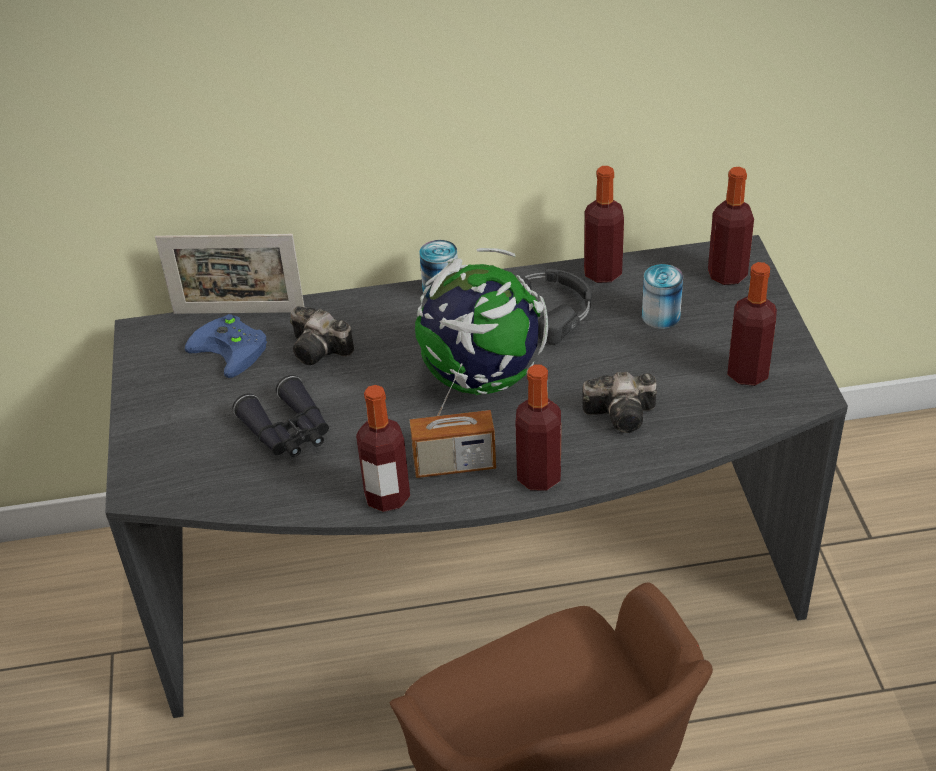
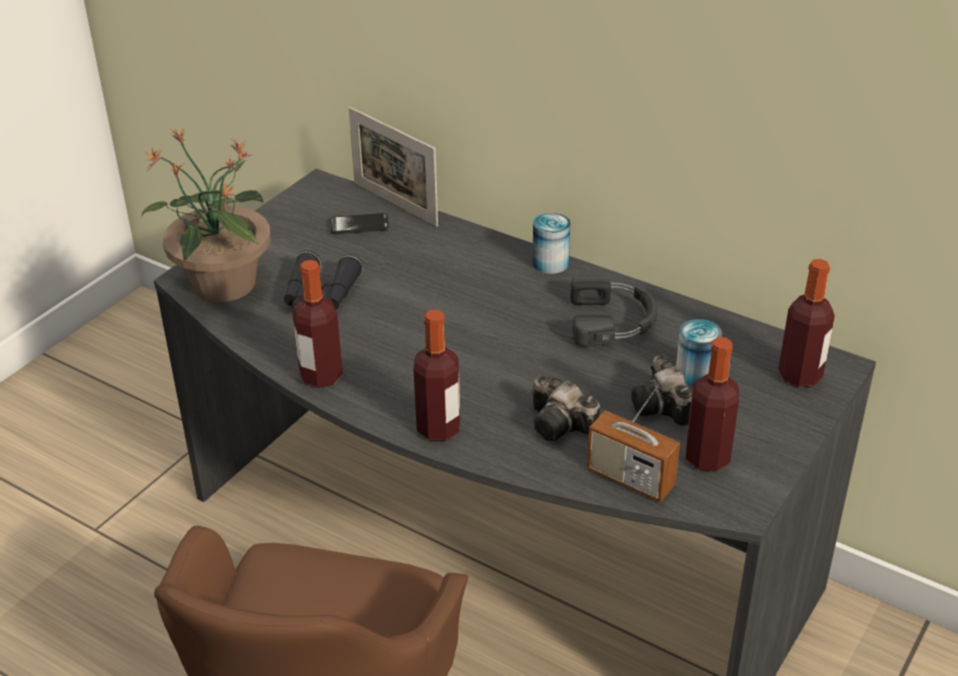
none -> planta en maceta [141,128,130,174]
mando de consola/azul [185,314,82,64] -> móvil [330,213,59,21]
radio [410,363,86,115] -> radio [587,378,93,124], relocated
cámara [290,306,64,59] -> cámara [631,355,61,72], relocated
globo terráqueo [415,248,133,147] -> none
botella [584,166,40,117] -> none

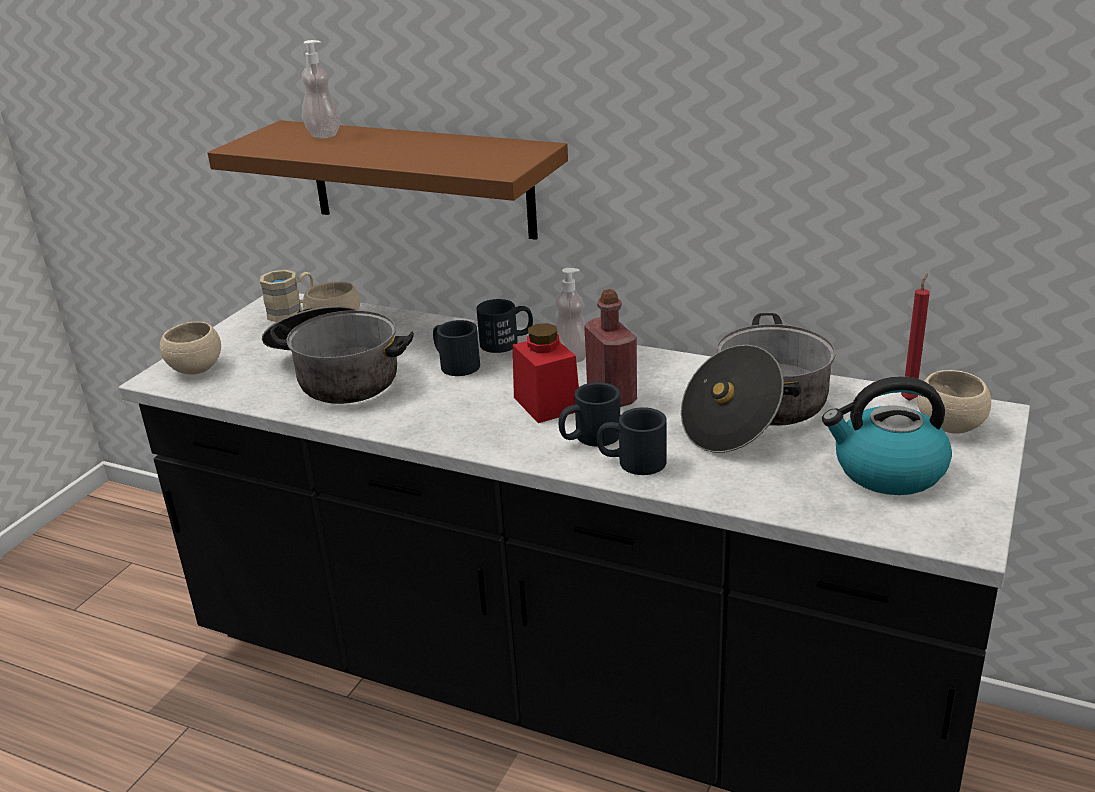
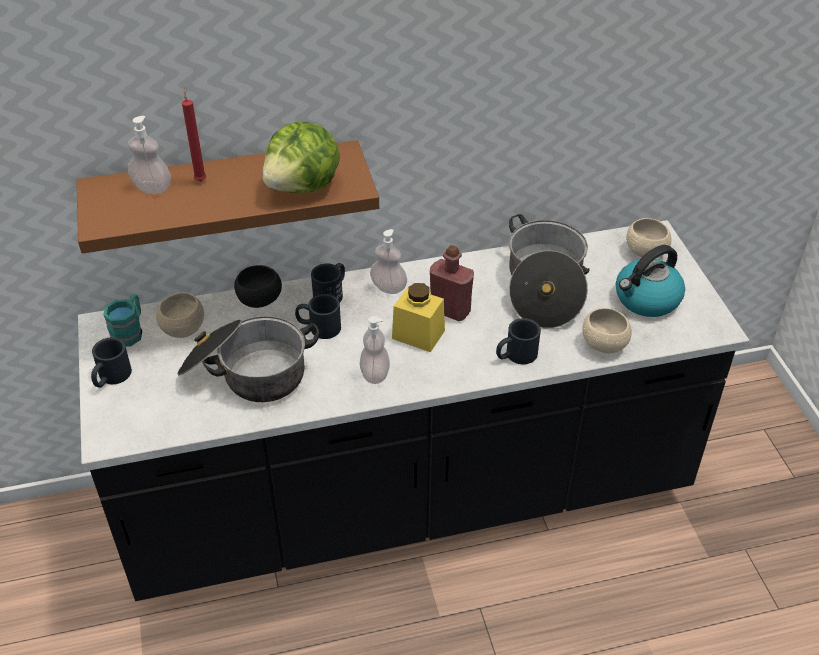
taza grande/negro [559,382,61,65] -> taza grande/negro [91,337,41,51], relocated
taza grande/beis [260,270,54,52] -> taza grande/turquesa [103,294,39,53]
vela/rojo [901,273,29,128] -> vela/rojo [182,87,24,94], relocated
none -> cuenco/negro [234,265,48,43]
none -> lechuga [262,121,78,72]
none -> dispensador de jabón [360,316,30,68]
tarro/rojo [513,323,66,100] -> tarro/amarillo [392,283,53,69]
cuenco/beis [160,322,61,53] -> cuenco/beis [582,308,50,45], relocated

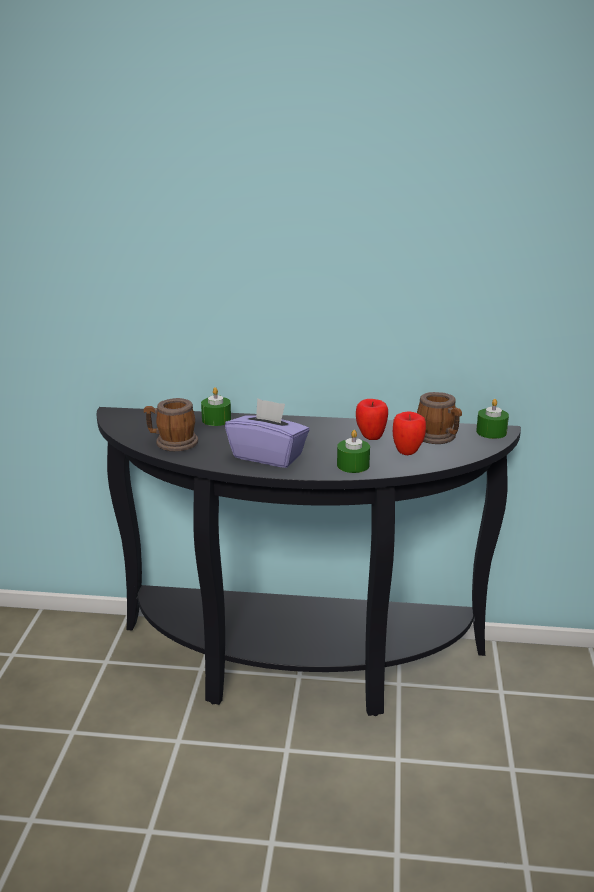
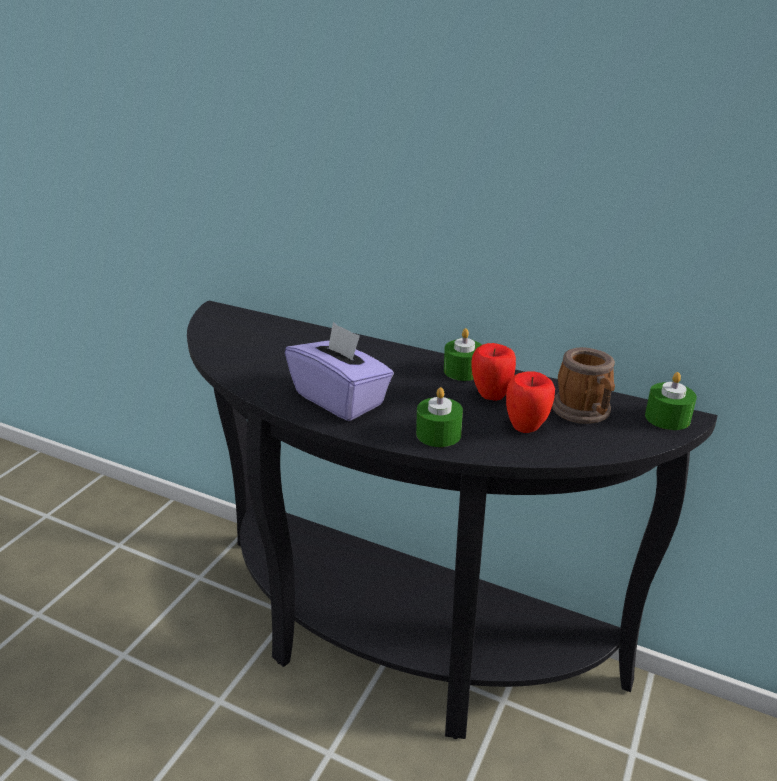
vela/verde [201,387,30,39] -> vela/verde [444,328,38,53], relocated
taza grande [144,398,54,53] -> none

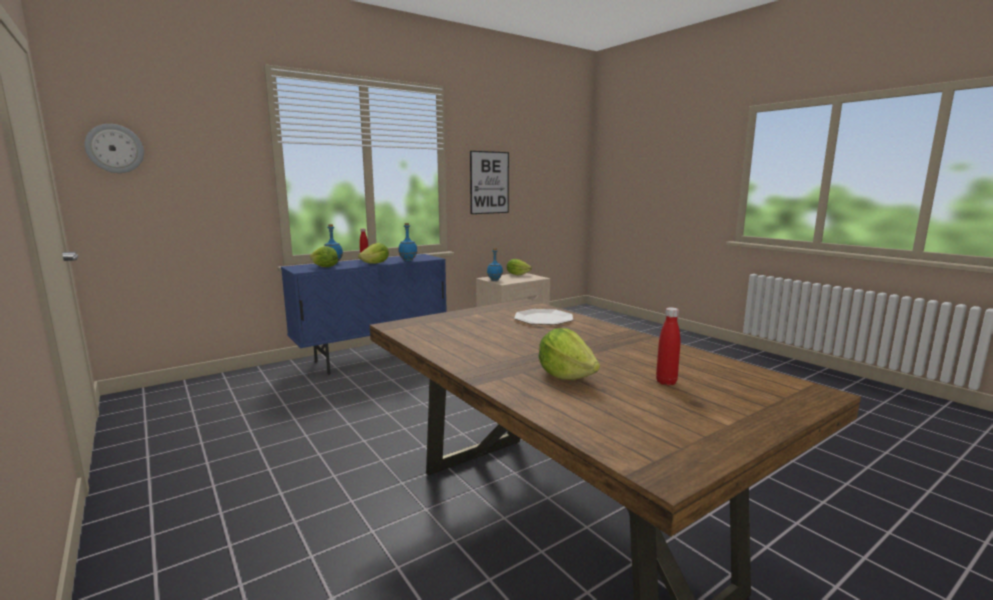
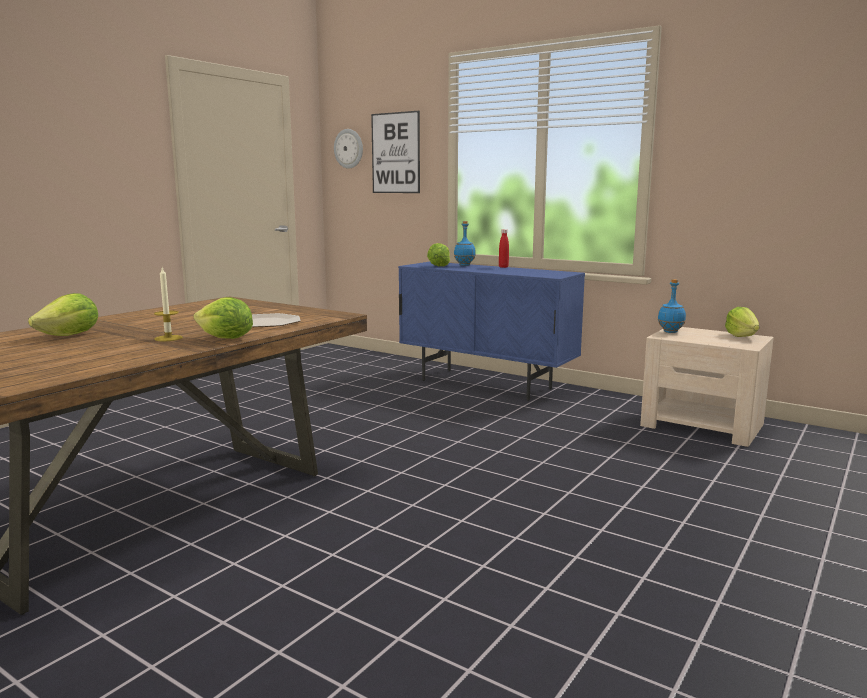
none -> vela [154,268,29,73]
lechuga [358,243,31,21] -> lechuga [194,297,59,42], relocated
cuadro [470,151,39,63] -> cuadro [371,111,49,82], relocated
botella/azul [398,223,20,38] -> none
botella/rojo [656,307,24,78] -> none

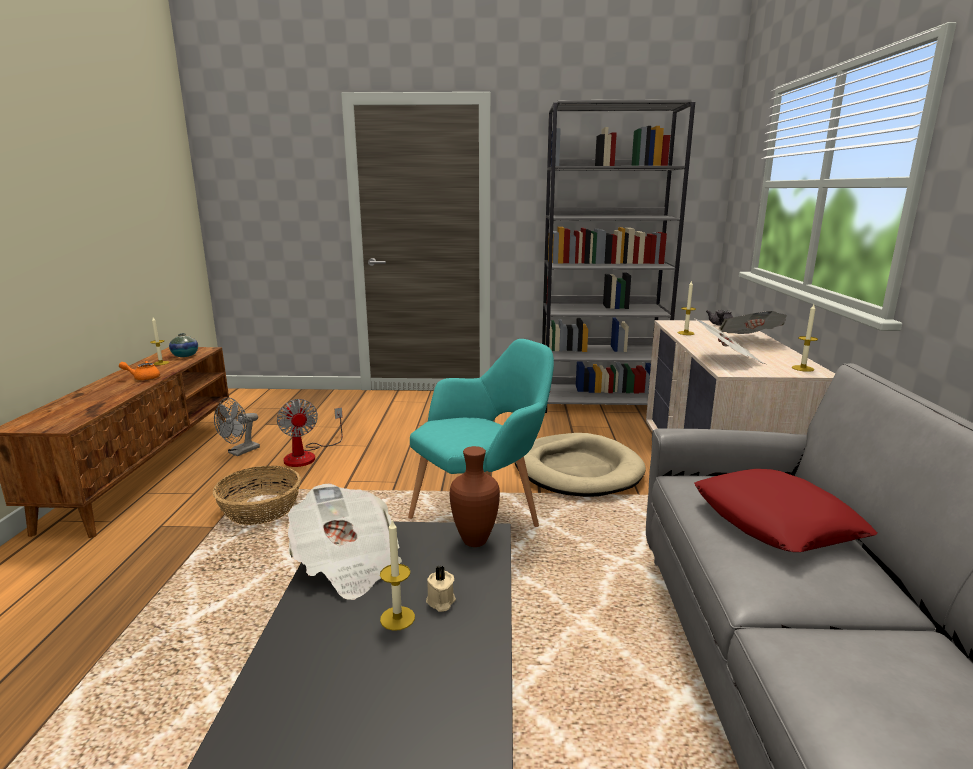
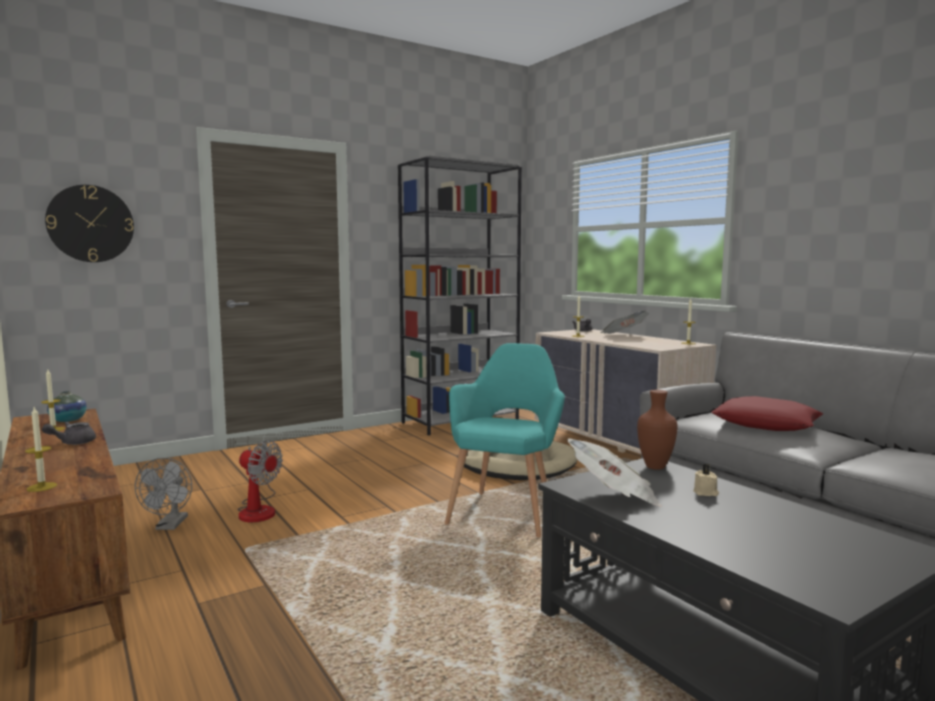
vela [380,520,35,111] -> vela [25,407,32,85], relocated
tetera/naranja [119,361,41,19] -> tetera/gris [42,422,54,23]
none -> reloj de pared [45,185,89,77]
cesta [213,466,88,59] -> none
periódico [693,318,72,46] -> none

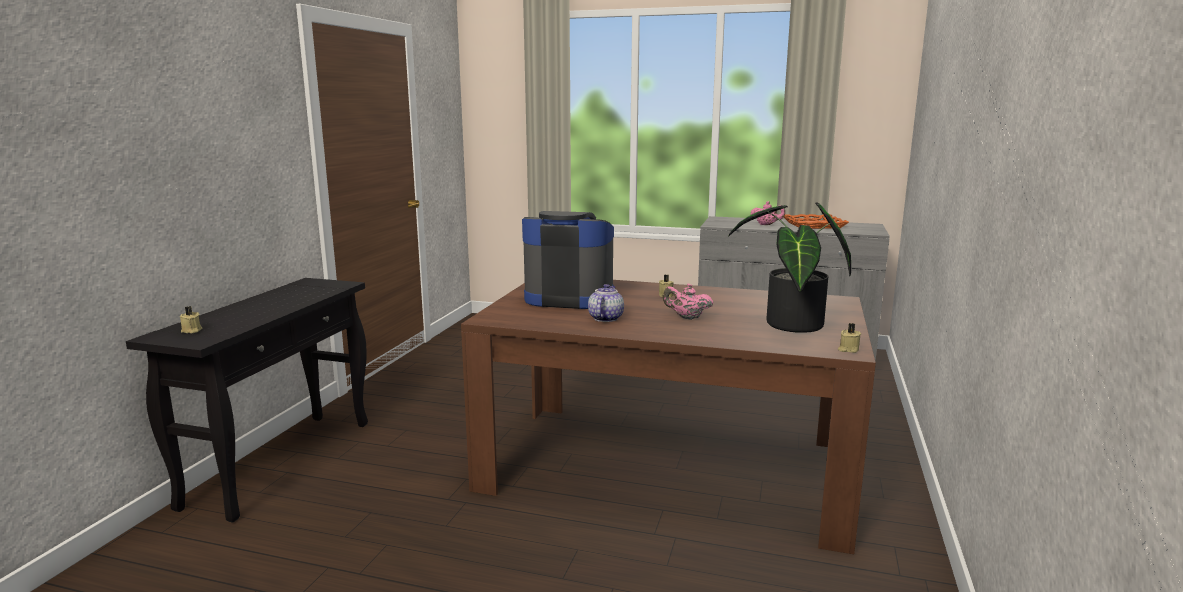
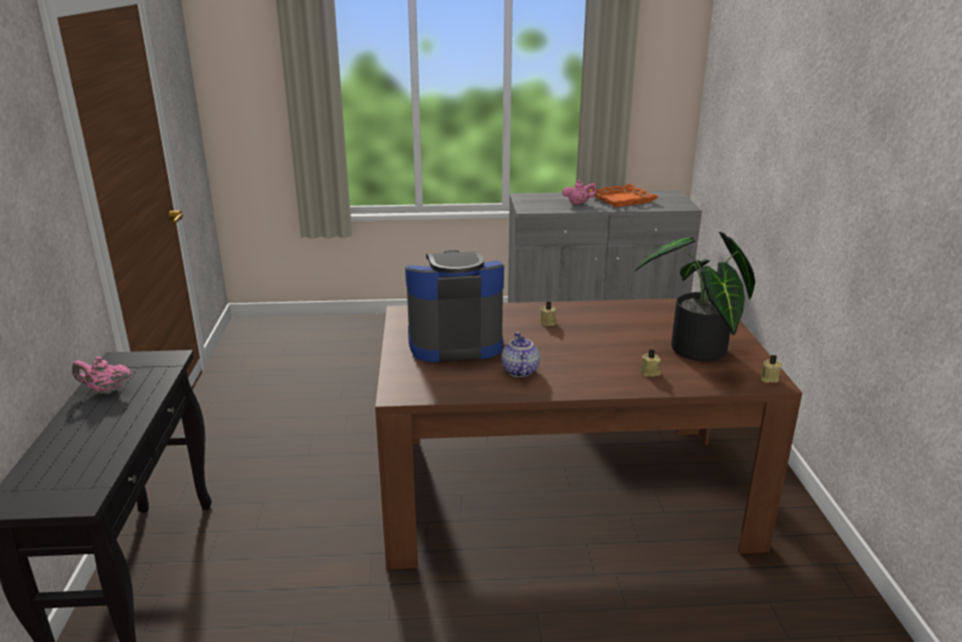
tetera/rosa [663,284,50,36] -> tetera/rosa [72,357,59,37], relocated
vela/beis [180,306,22,27] -> vela/beis [640,349,21,28], relocated

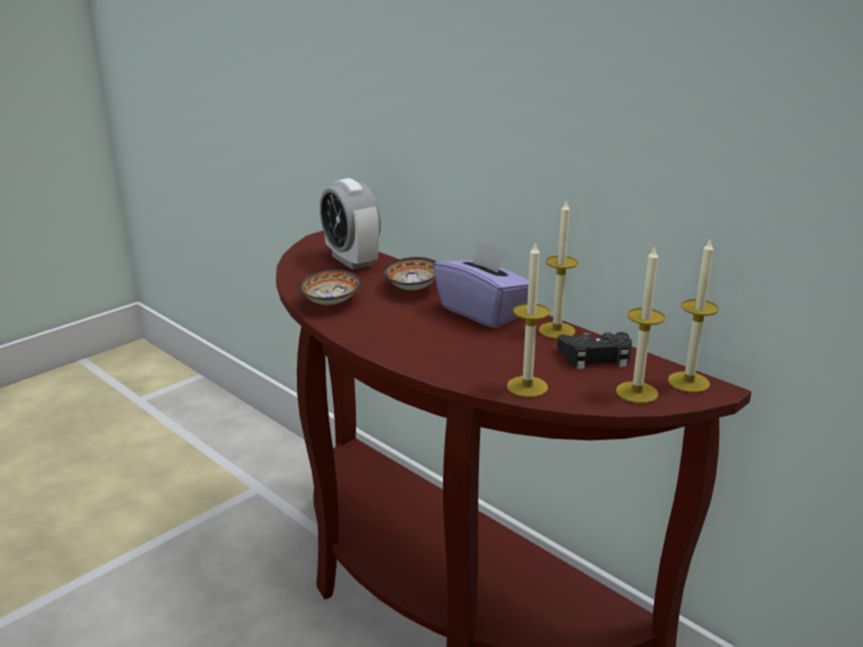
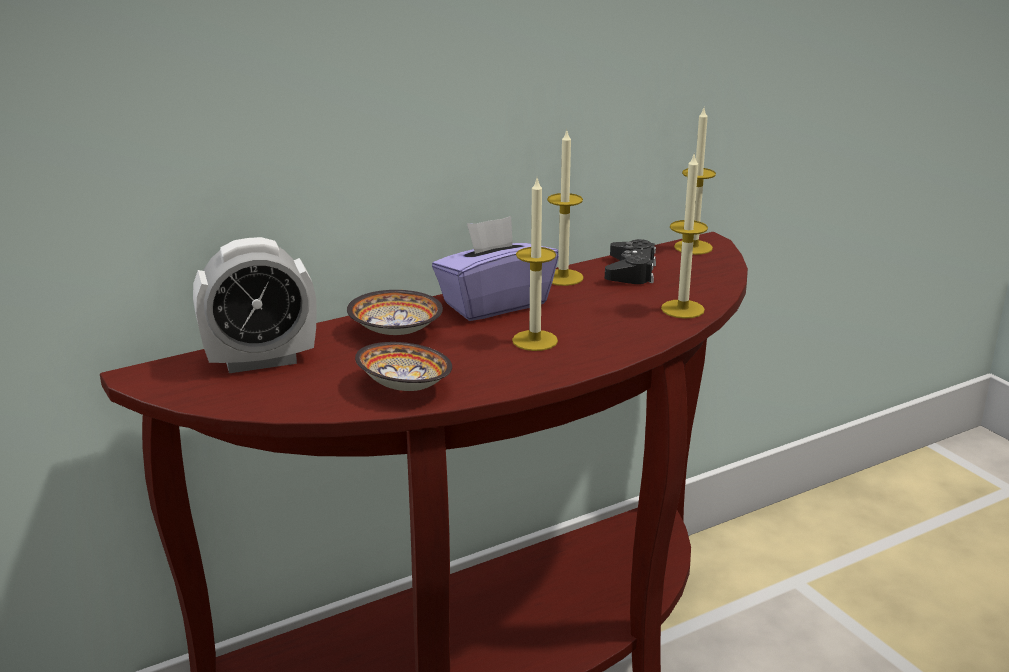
vela [616,245,49,158] -> vela [512,179,46,172], relocated

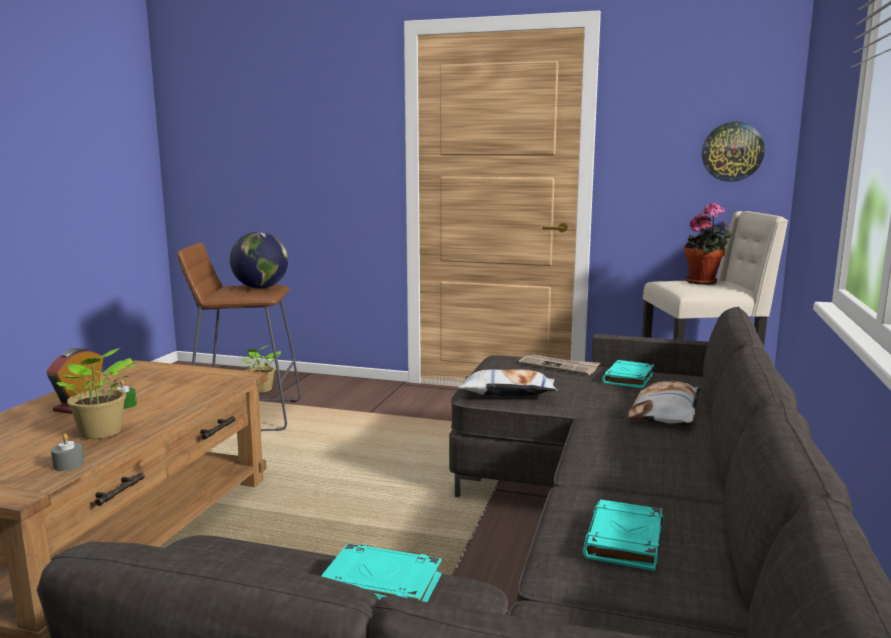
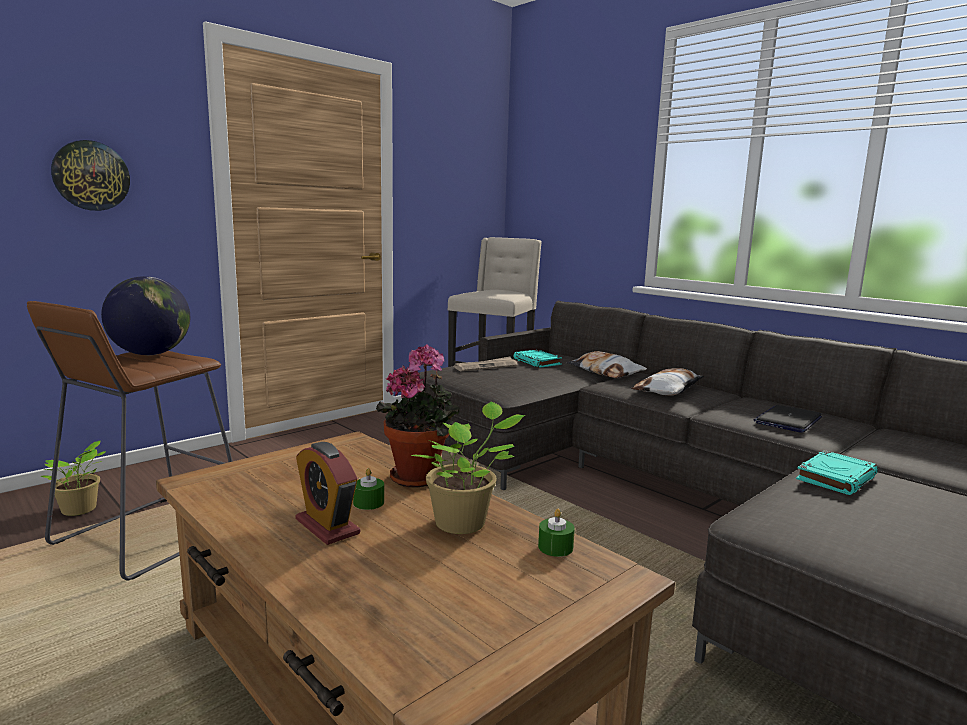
reloj de pared [702,122,63,60] -> reloj de pared [51,140,79,71], relocated
planta en maceta [684,203,49,82] -> planta en maceta [376,344,83,143], relocated
vela/gris [51,434,33,37] -> vela/verde [538,509,37,48]
cojín [458,369,99,27] -> cojín [631,368,73,28], relocated
libro/turquesa [583,500,80,71] -> portátil [754,405,68,28]

